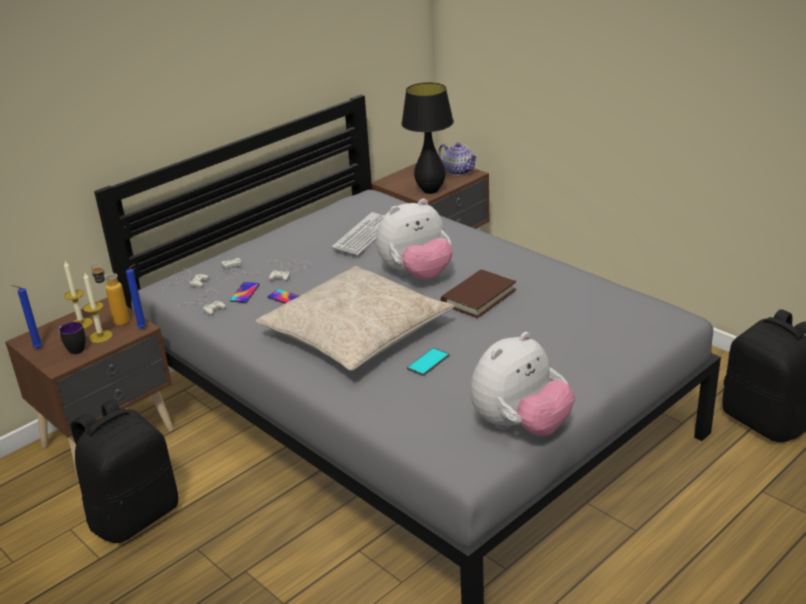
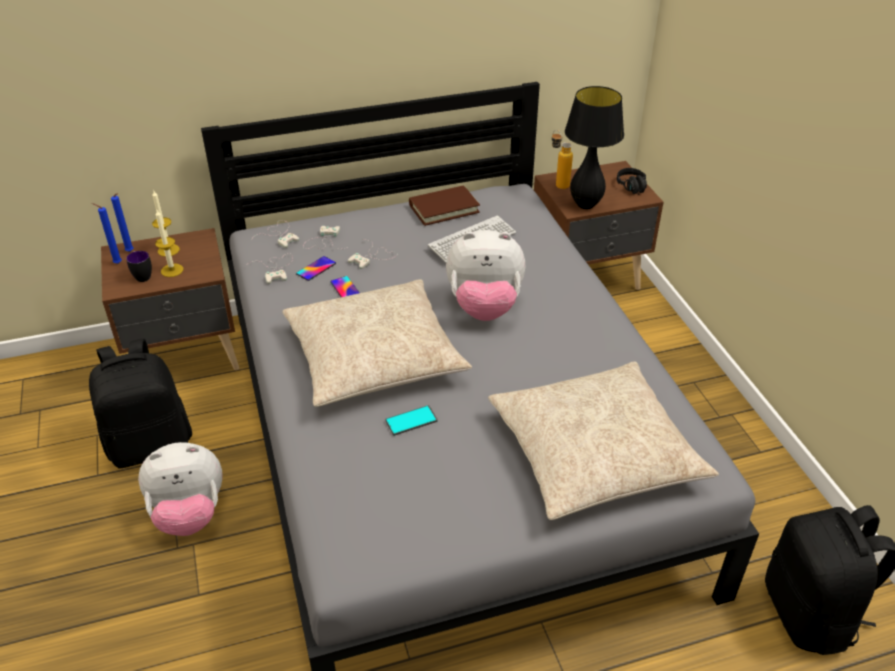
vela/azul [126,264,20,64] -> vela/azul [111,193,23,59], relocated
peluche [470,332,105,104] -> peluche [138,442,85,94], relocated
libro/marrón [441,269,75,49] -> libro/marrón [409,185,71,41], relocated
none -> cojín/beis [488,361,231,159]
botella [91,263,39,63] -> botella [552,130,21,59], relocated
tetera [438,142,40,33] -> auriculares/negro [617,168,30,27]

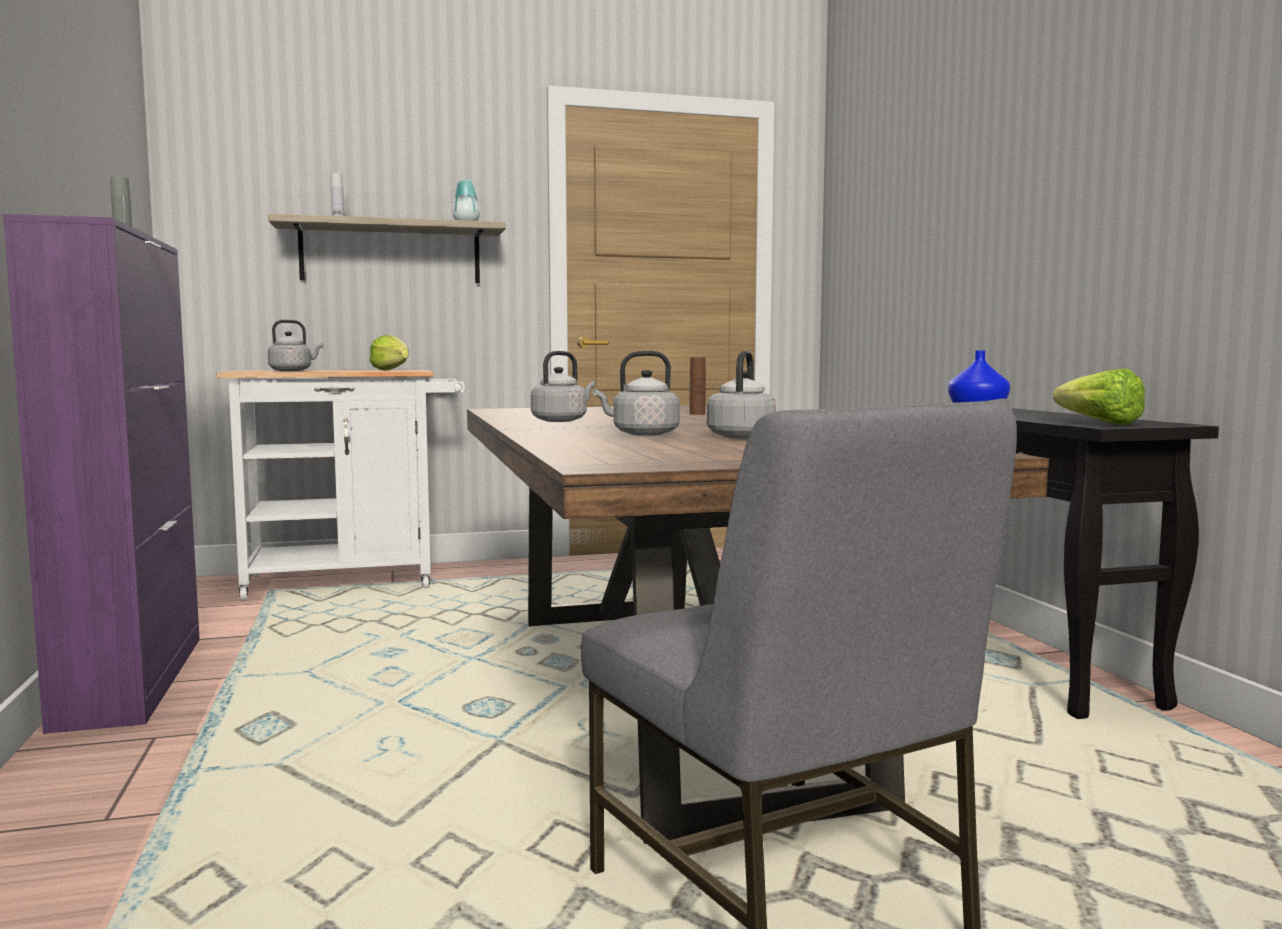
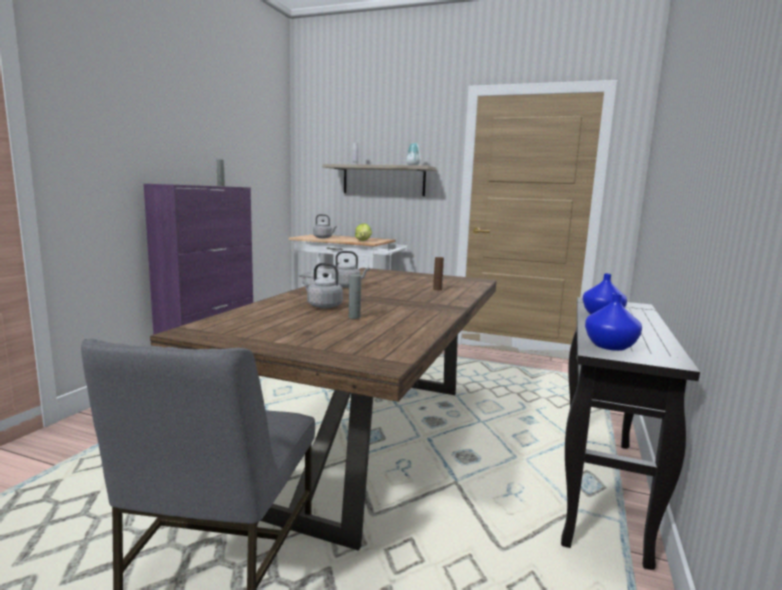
hervidor/gris [707,351,69,87] -> botella/gris [349,274,12,45]
lechuga [1053,369,92,56] -> florero/azul [585,293,57,58]

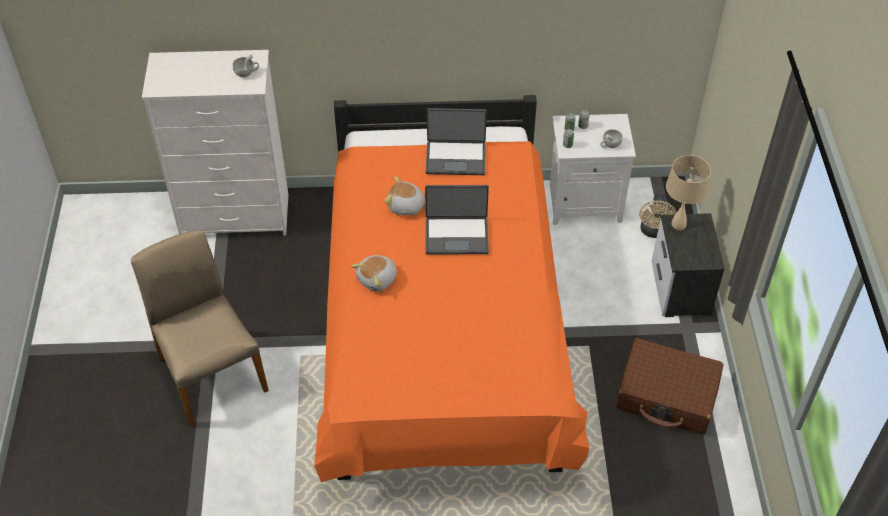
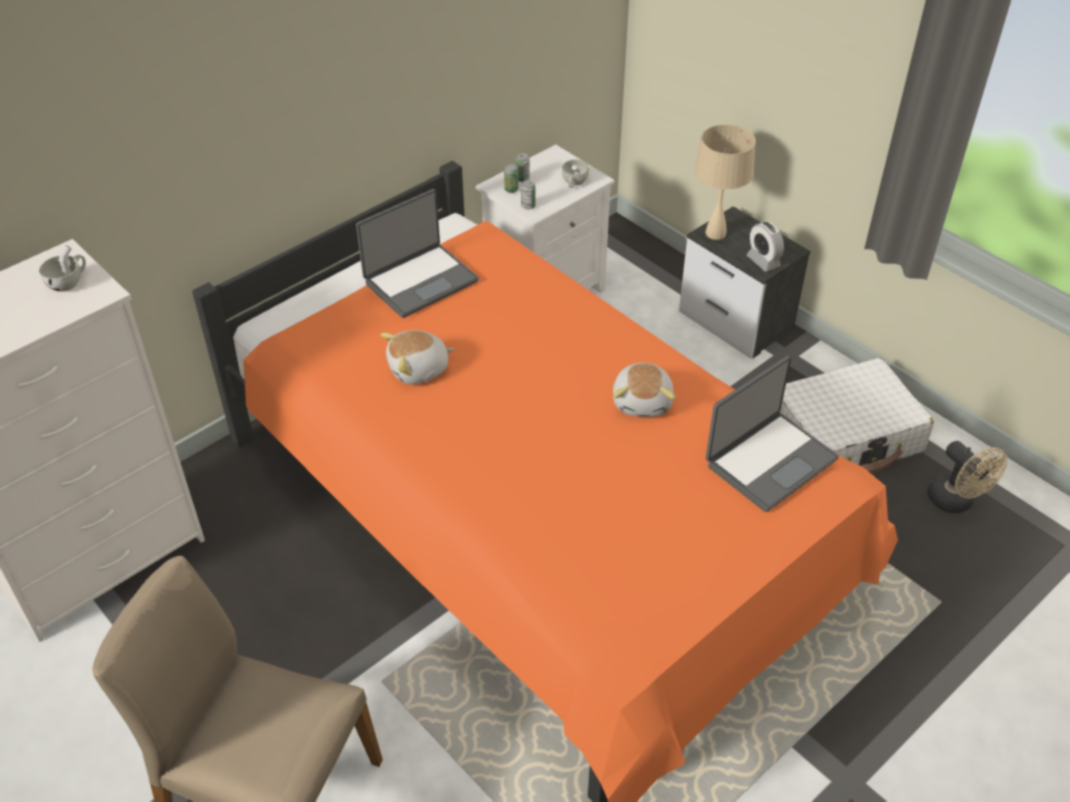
peluche [351,255,46,37] -> peluche [613,362,63,55], relocated
portátil [425,185,64,70] -> portátil [706,356,133,156], relocated
none -> despertador [747,221,37,51]
maleta/marrón [616,338,108,97] -> maleta/blanco [780,358,154,116]
ventilador/beis [639,193,38,45] -> ventilador/beis [927,441,81,72], relocated

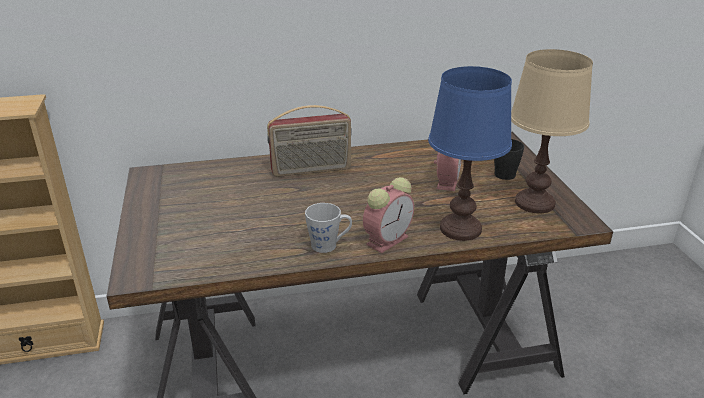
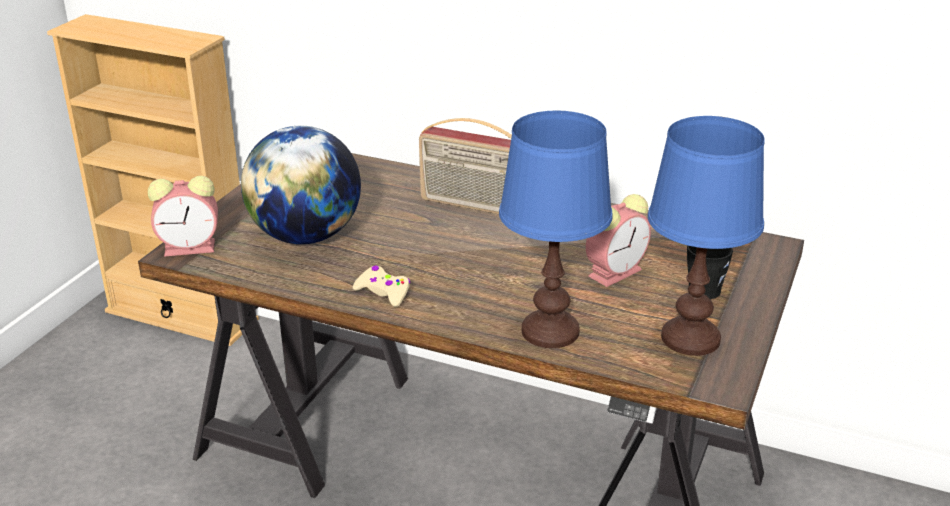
despertador [363,177,51,76] -> despertador [148,176,70,81], relocated
none -> globo terráqueo [241,126,120,118]
taza grande/gris [305,203,47,50] -> mando de consola/beis [353,265,57,42]
lámpara de mesa/beis [511,49,82,164] -> lámpara de mesa/azul [648,116,117,240]

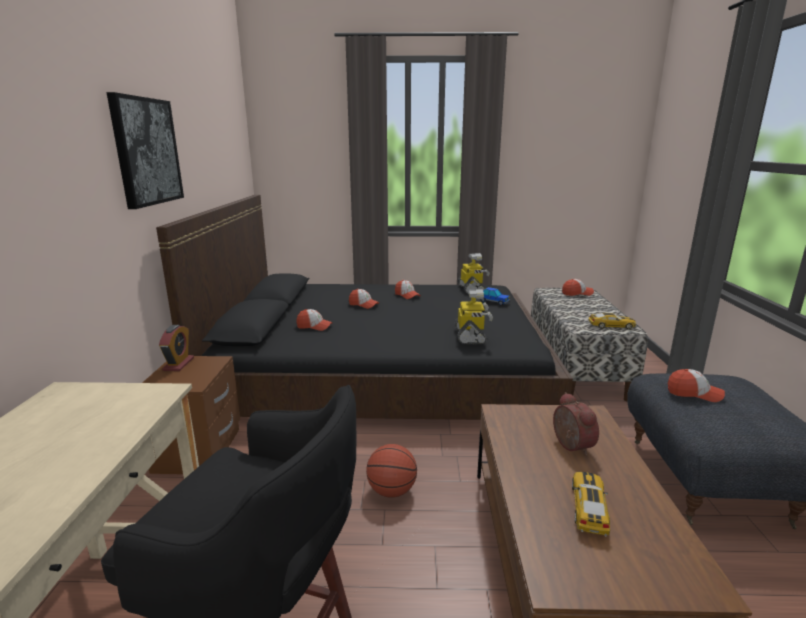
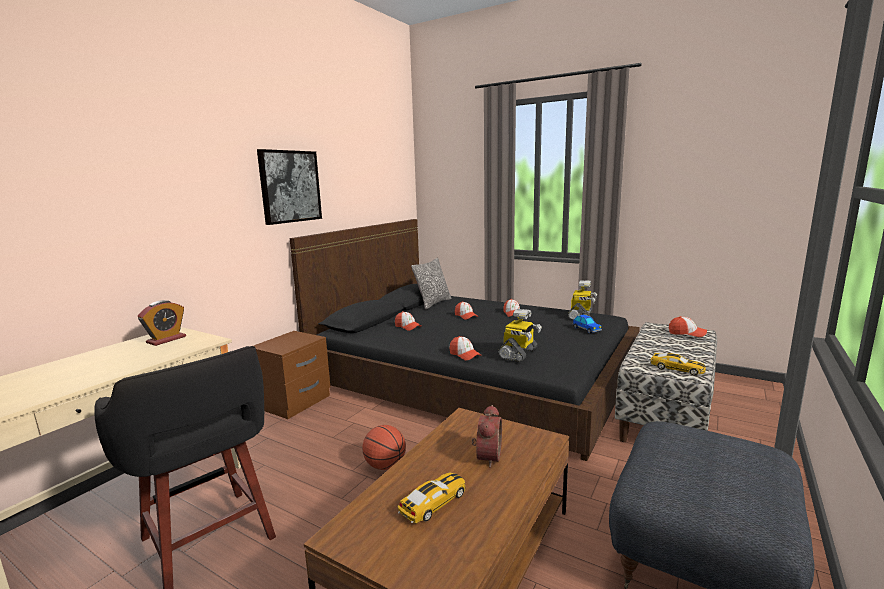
despertador [159,325,35,46] -> despertador [138,300,48,46], relocated
none -> cojín [411,258,40,52]
gorra [668,369,57,33] -> gorra [449,336,32,25], relocated

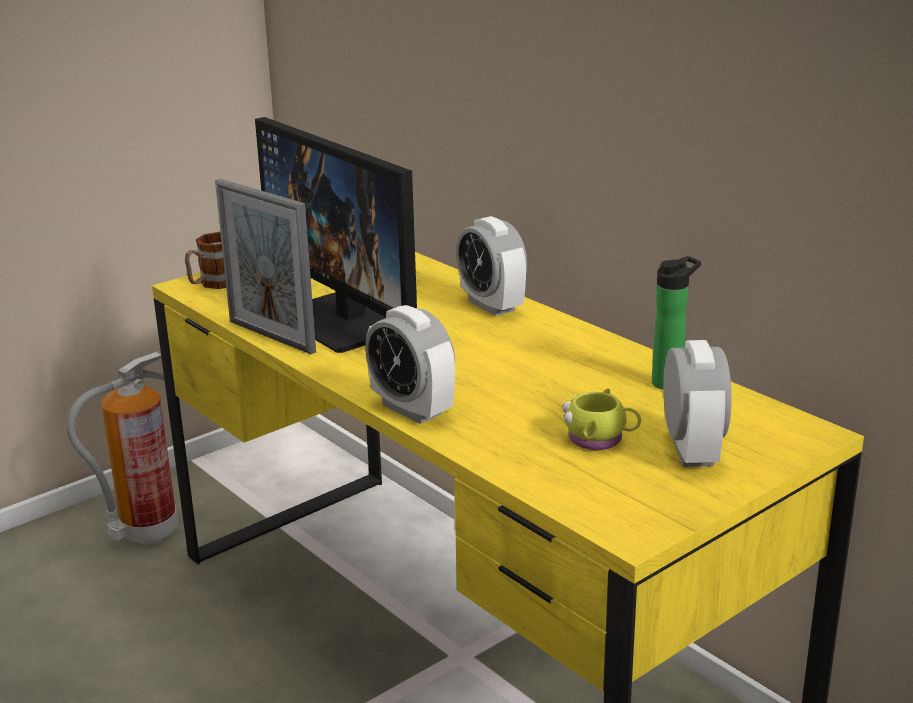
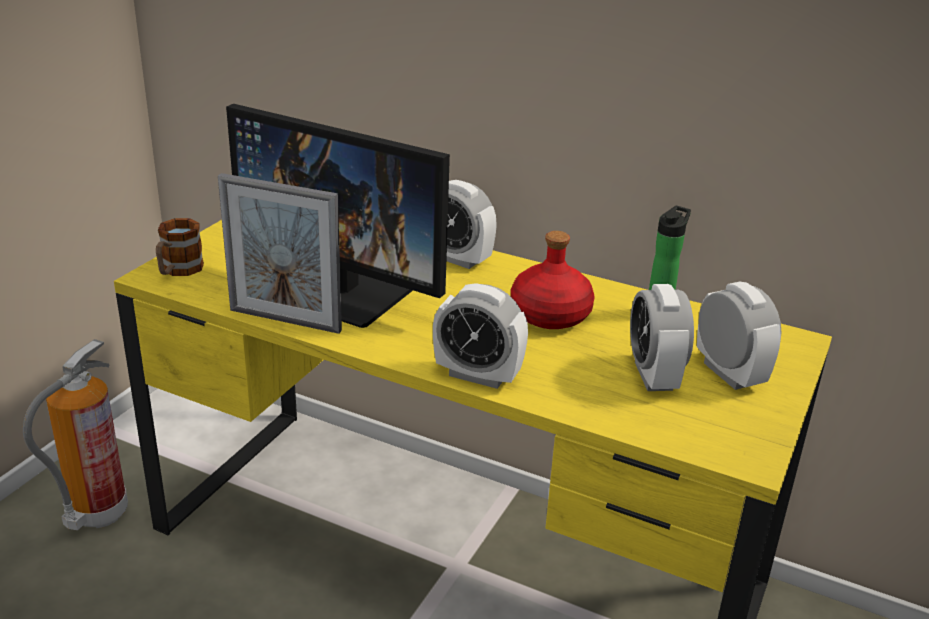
none -> botella/rojo [511,231,84,98]
taza grande/amarillo [562,389,79,61] -> despertador [630,284,64,107]

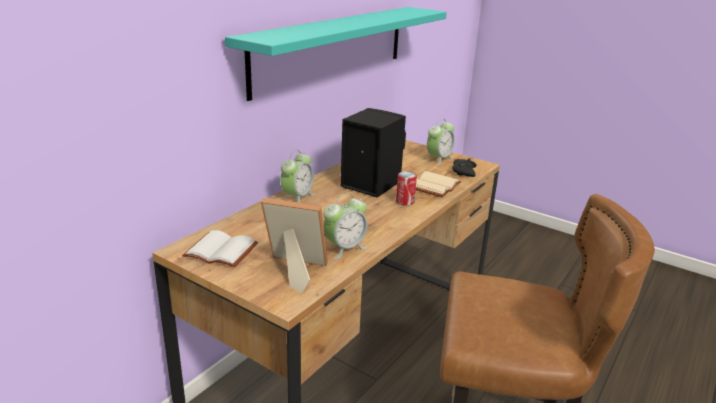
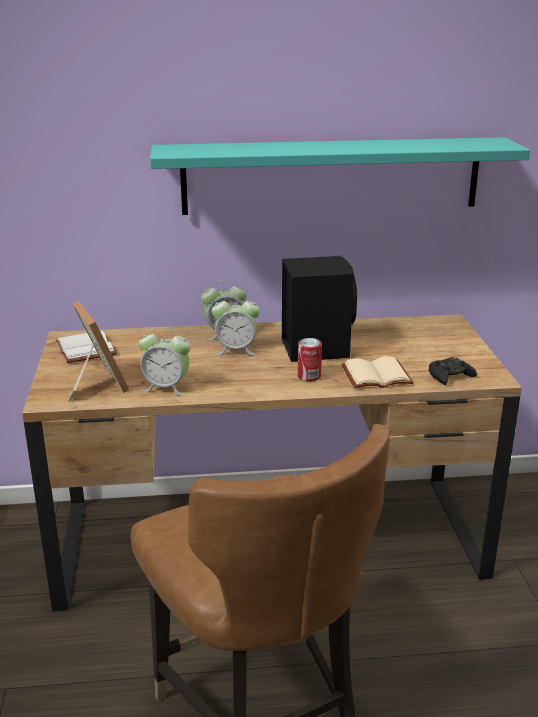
despertador [427,118,28,47] -> despertador [211,294,49,61], relocated

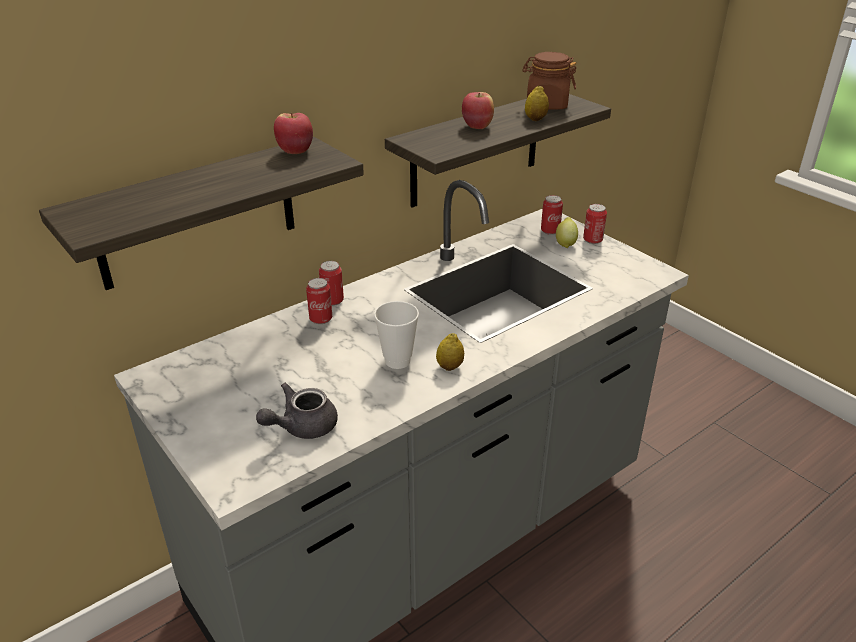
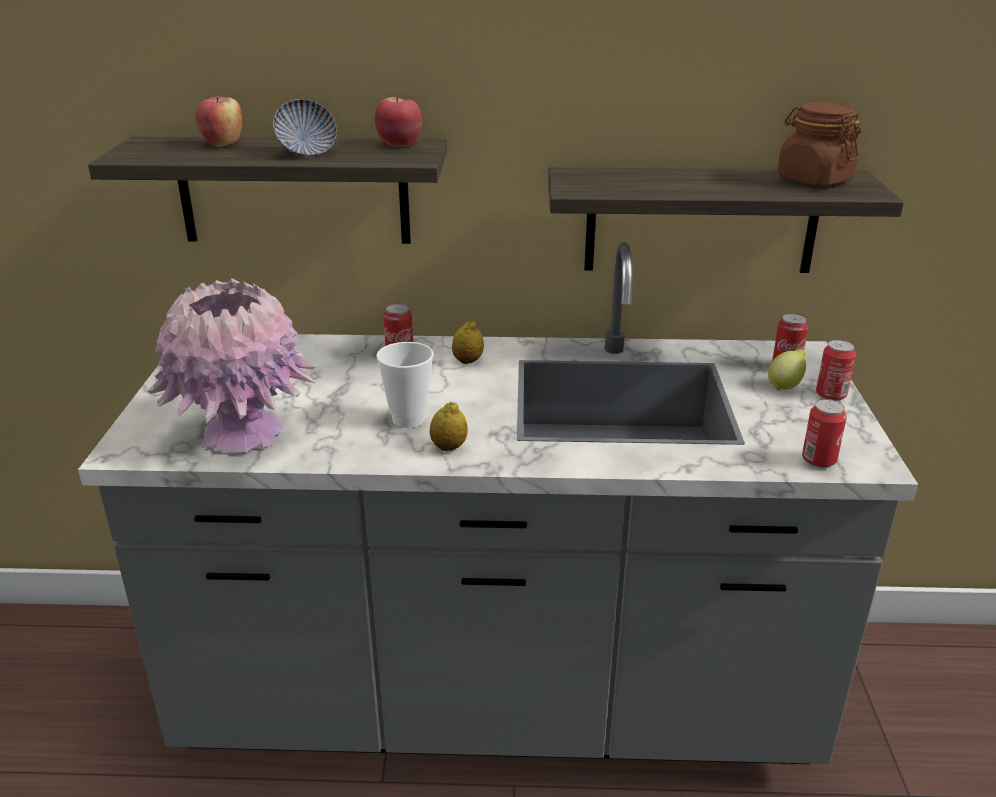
tetera/gris [256,383,82,56] -> florero/rosa [147,278,169,176]
manzana [462,92,32,37] -> manzana [196,96,47,51], relocated
none -> cuenco [273,99,64,58]
limón [525,85,24,36] -> limón [452,320,32,44], relocated
lata [319,261,25,45] -> lata [802,399,45,69], relocated

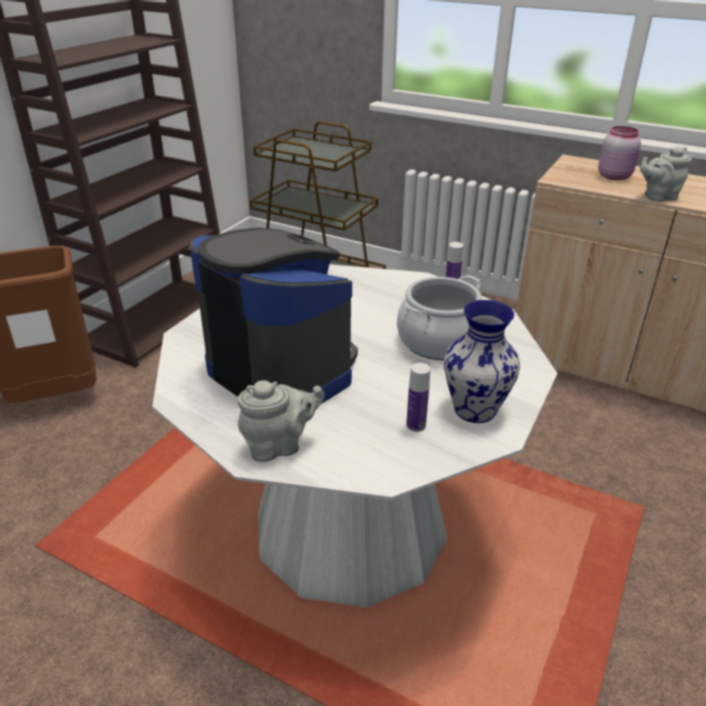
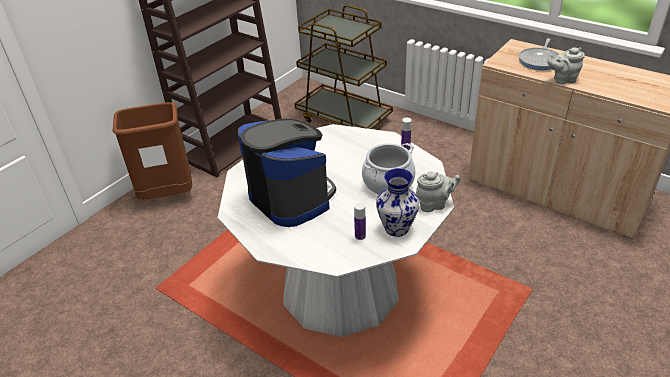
tetera/gris [238,380,86,82] -> tetera/gris [416,171,44,41], relocated
tarro/rosa [598,126,43,55] -> sartén [519,38,40,32]

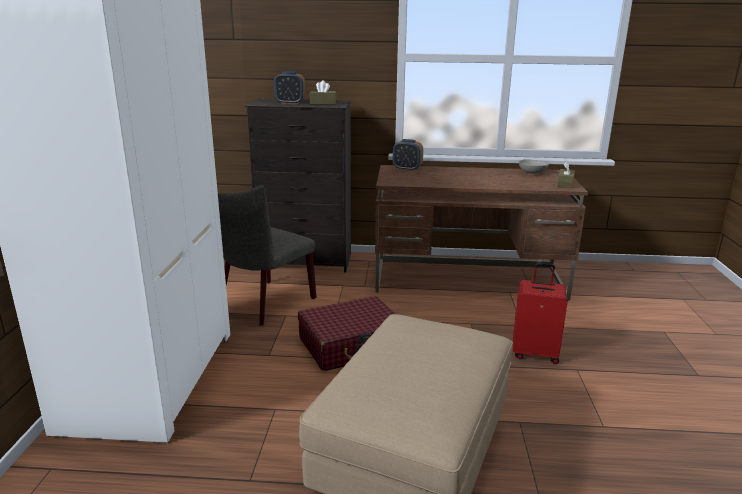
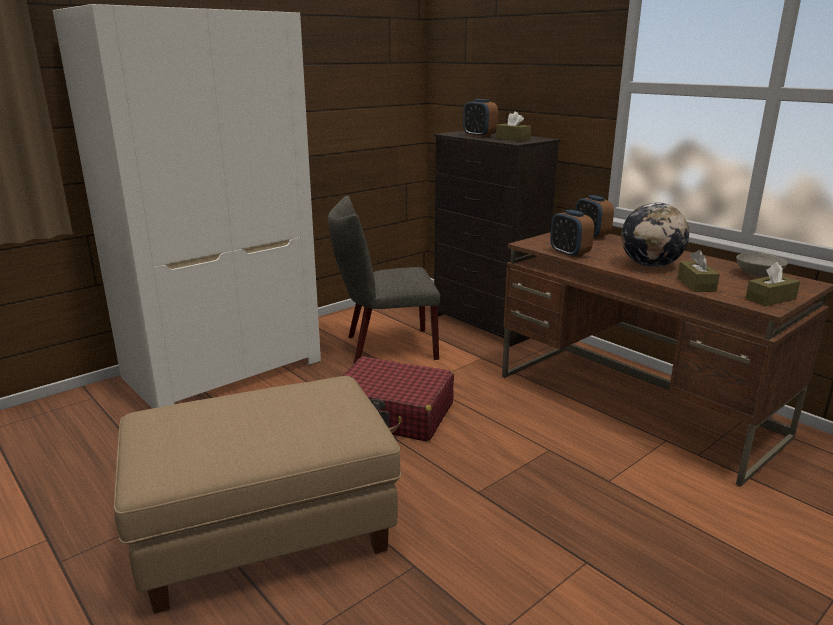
none -> despertador [550,209,44,49]
none -> globo terráqueo [621,203,68,64]
none -> caja de pañuelos/marrón [678,250,42,42]
maleta/rojo [513,263,55,101] -> none

